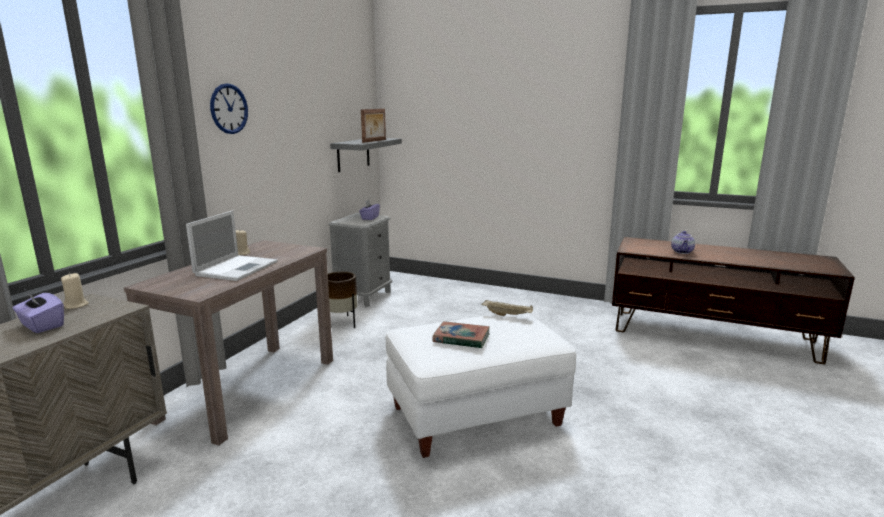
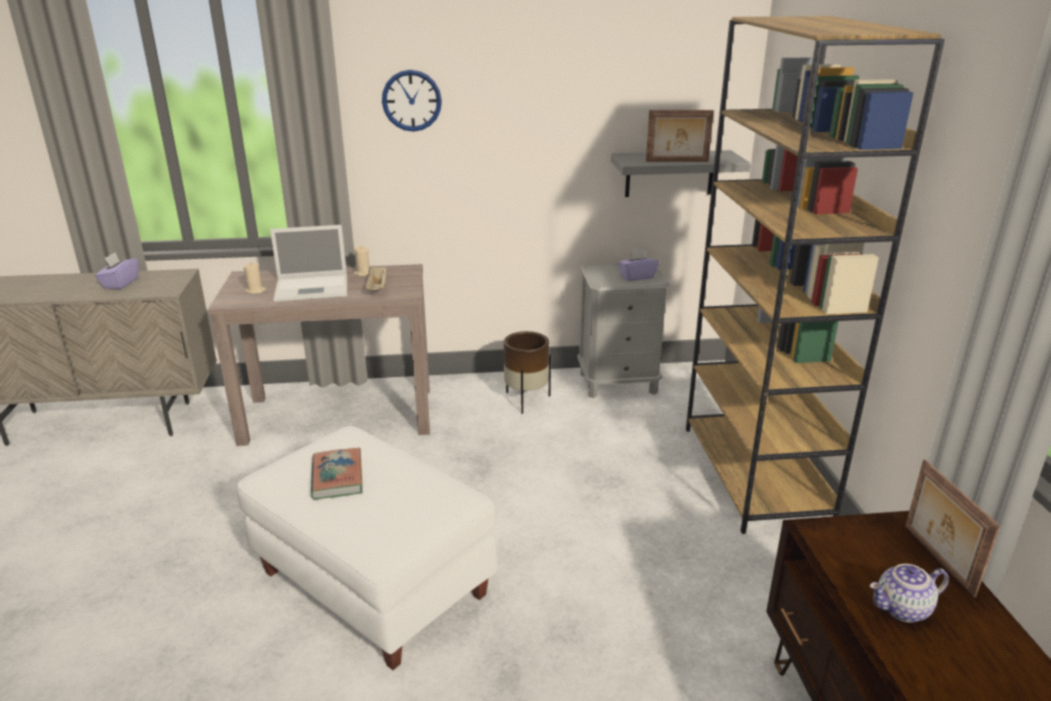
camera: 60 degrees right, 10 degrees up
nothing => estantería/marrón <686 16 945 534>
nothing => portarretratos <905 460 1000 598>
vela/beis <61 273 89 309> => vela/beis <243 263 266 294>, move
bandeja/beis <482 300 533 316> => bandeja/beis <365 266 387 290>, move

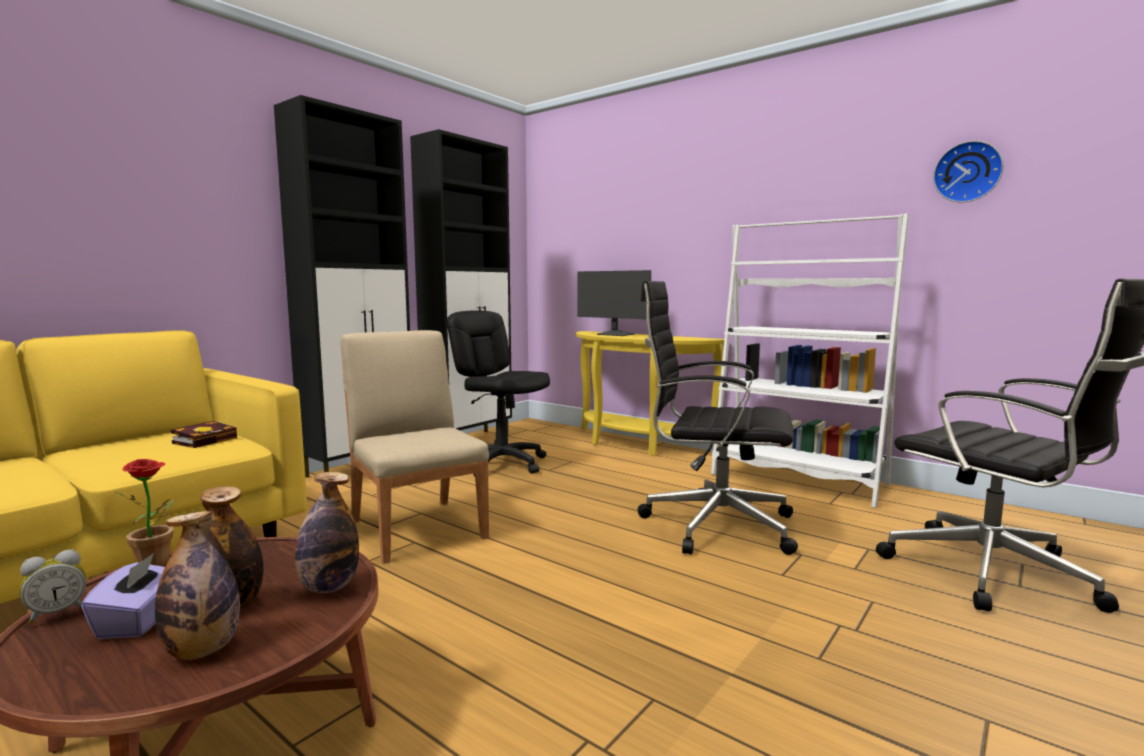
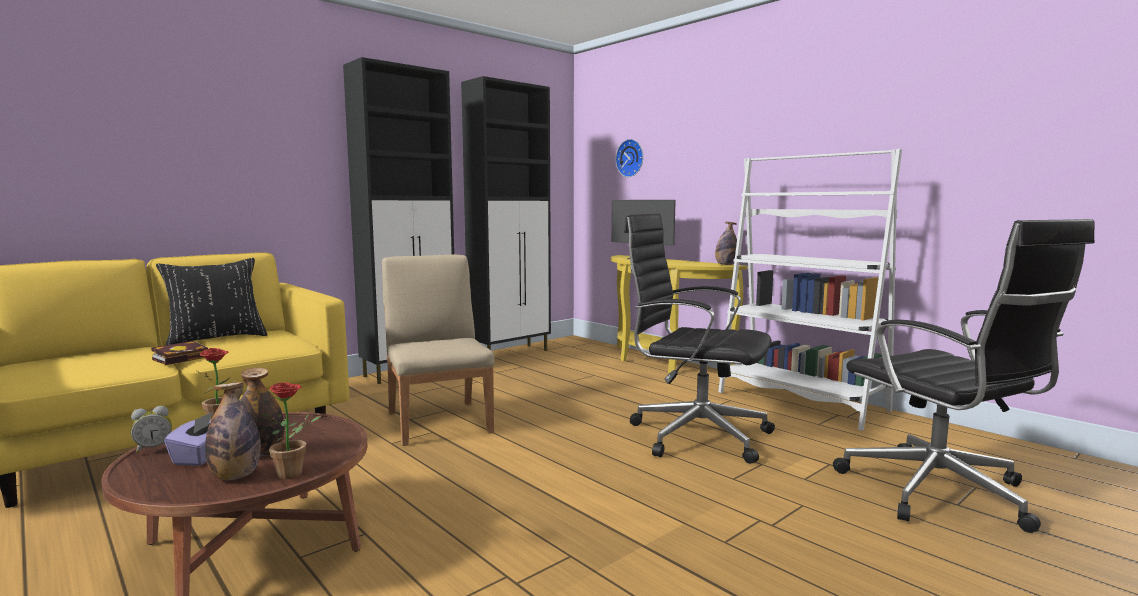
camera: 10 degrees right, 0 degrees up
silla de oficina/negro <447 310 550 477> => nothing
nothing => cojín/negro <156 258 267 345>
nothing => planta en maceta <262 382 322 479>
libro <171 421 237 448> => libro <151 341 208 365>, move
botella <295 472 359 593> => botella <715 222 737 265>, move
reloj de pared <933 141 1004 202> => reloj de pared <616 139 643 177>, move

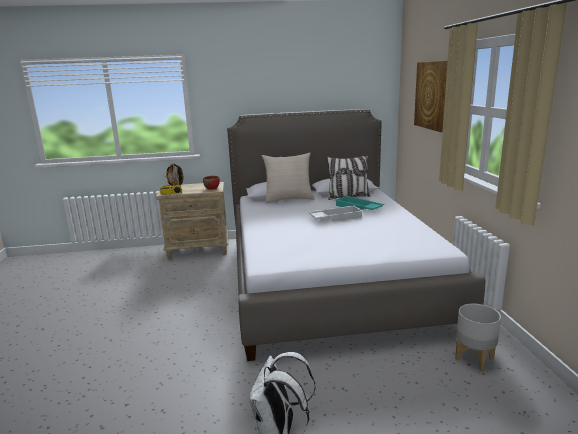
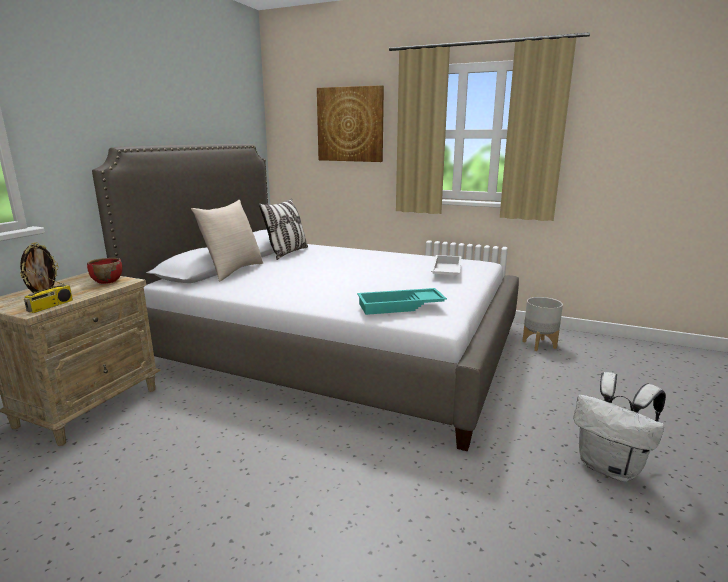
camera: 60 degrees left, 0 degrees up
bandeja/blanco <308 206 364 222> => bandeja/blanco <431 255 461 275>, move
bandeja/turquesa <335 196 385 210> => bandeja/turquesa <357 288 447 315>, move

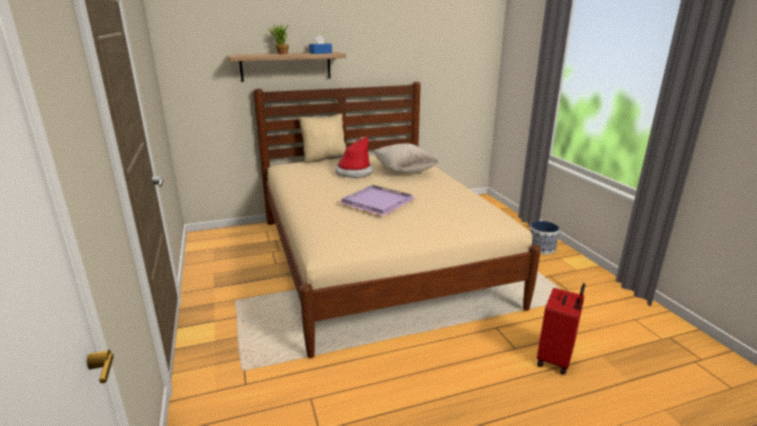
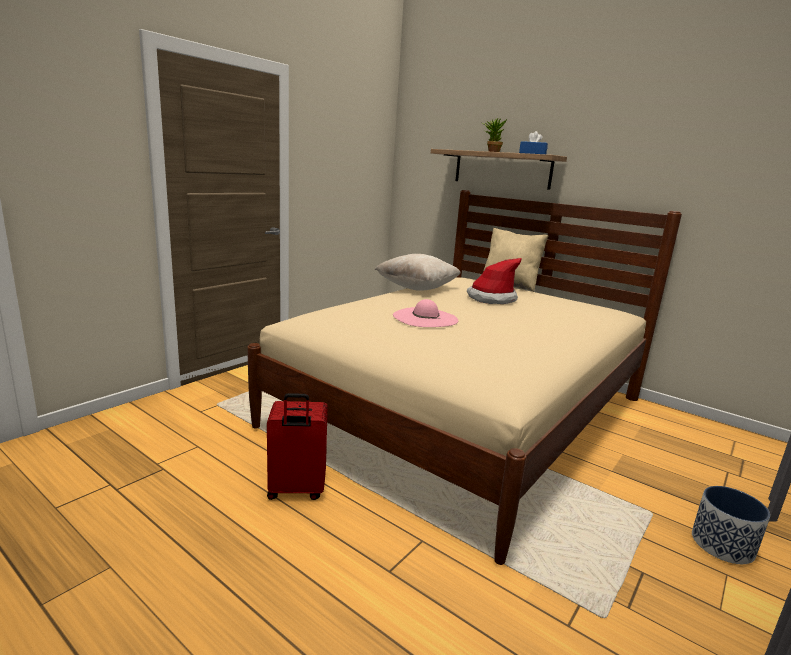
camera: 55 degrees right, 5 degrees down
cojín/beis <373 143 438 174> => cojín/beis <375 254 461 291>, move
maleta/rojo <537 283 586 375> => maleta/rojo <267 393 328 500>, move
bandeja/morado <337 185 416 216> => sombrero/rosa <393 299 458 327>

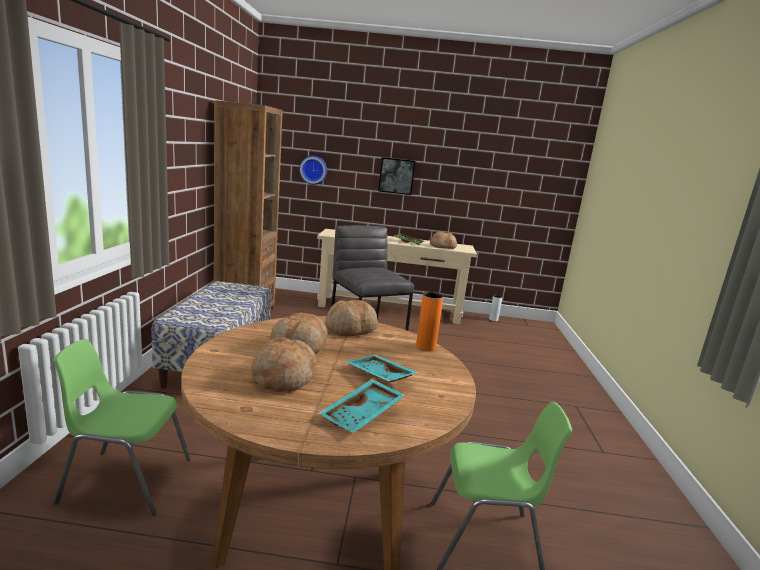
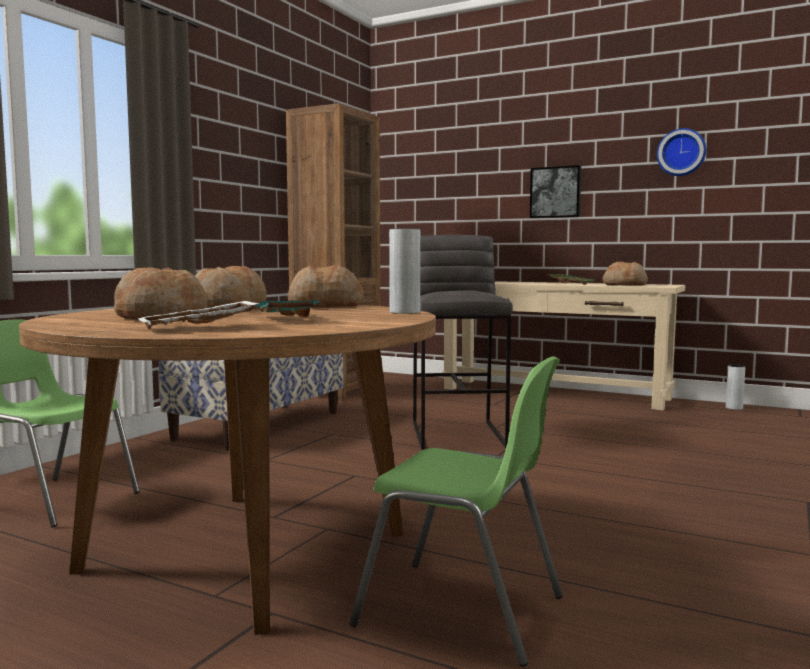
camera: 25 degrees right, 10 degrees down
reloj de pared <299 156 327 185> => reloj de pared <657 128 706 176>, move
bandeja/turquesa <319 379 405 433> => bandeja/blanco <137 301 260 329>
florero/naranja <416 292 443 351> => florero/gris <389 228 420 314>

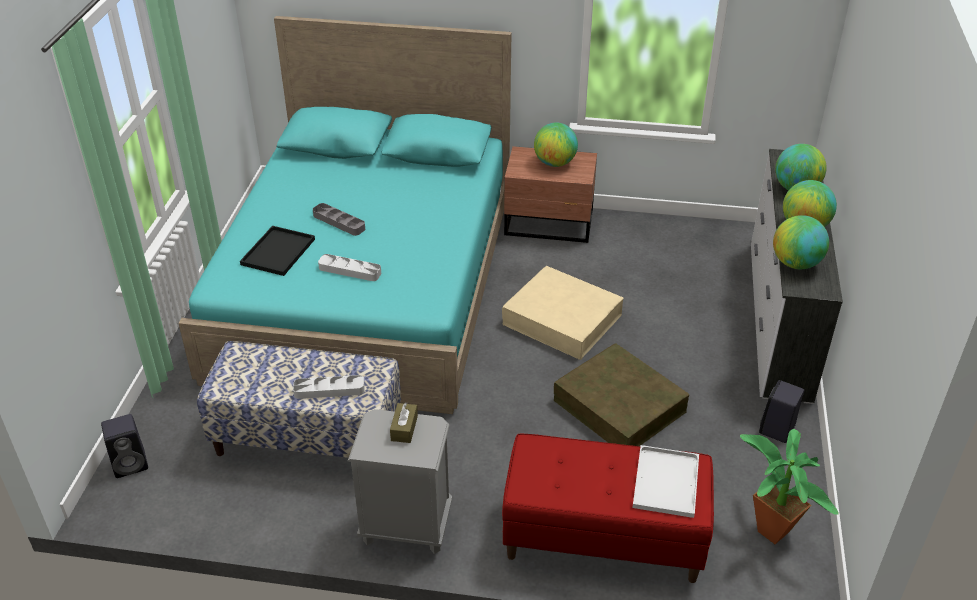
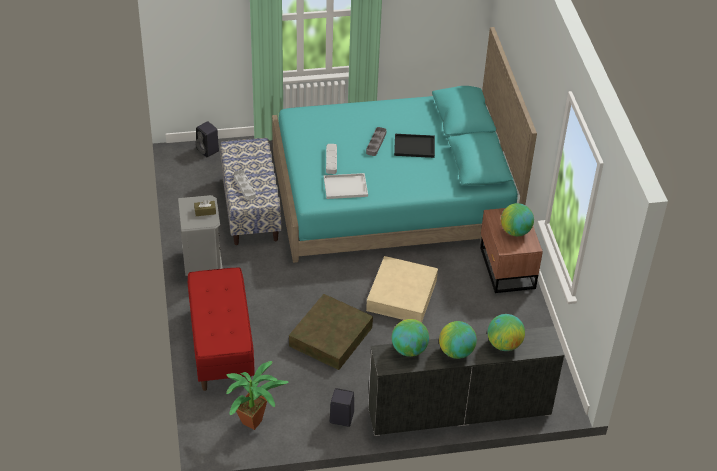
camera: 70 degrees right, 5 degrees up
bandeja/negro <240 226 315 276> => bandeja/negro <394 134 435 158>, move
bandeja/blanco <632 445 699 518> => bandeja/blanco <324 173 368 199>, move

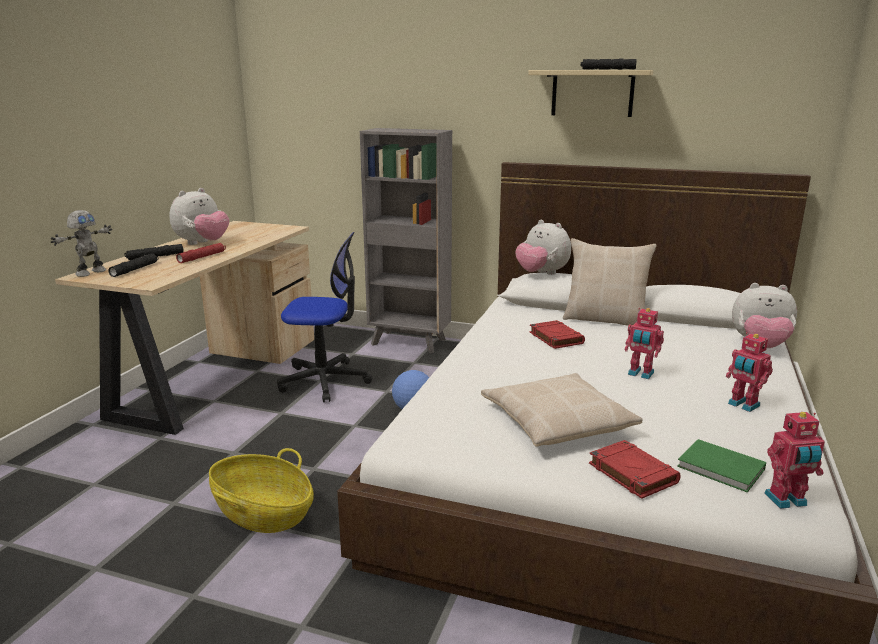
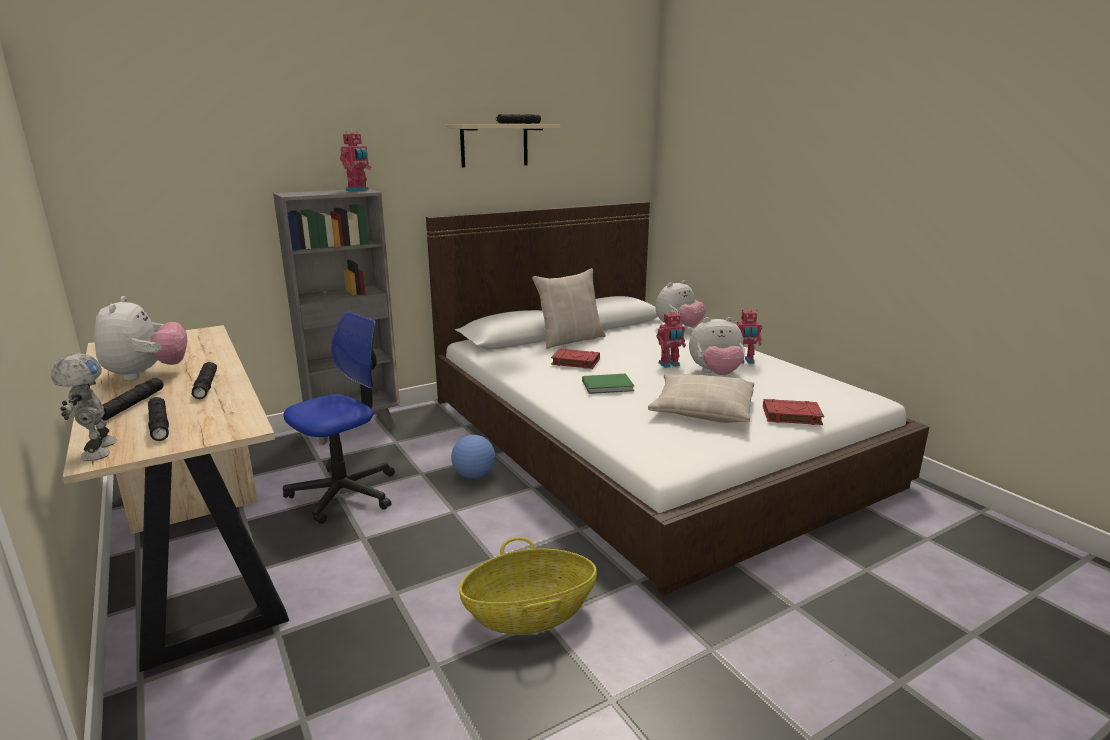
camera: 50 degrees left, 0 degrees up
peluche <516 220 571 275> => peluche <689 317 745 375>, move
libro/verde <677 439 766 492> => libro/verde <582 374 634 394>, move
robot de juguete <764 412 825 509> => robot de juguete <340 130 371 192>, move
linterna/rojo <176 243 226 263> => linterna/negro <192 362 217 399>

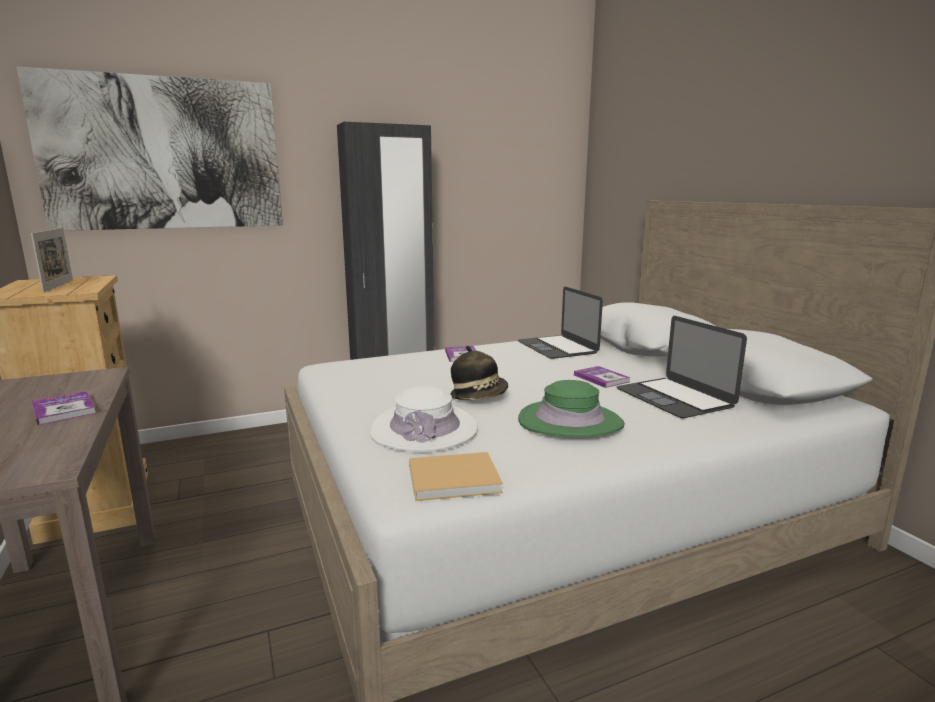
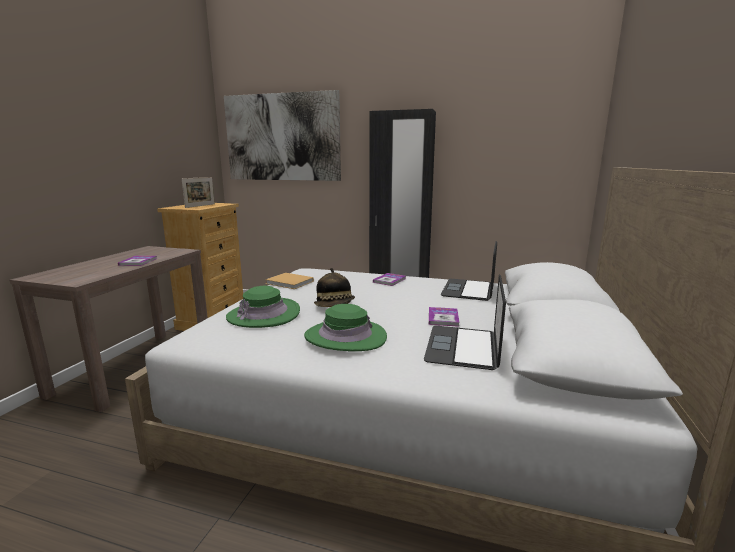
camera: 40 degrees right, 0 degrees up
libro/beis <409 452 503 501> => libro/beis <265 273 314 289>, move
sombrero/blanco <370 386 478 452> => sombrero/verde <226 286 300 328>

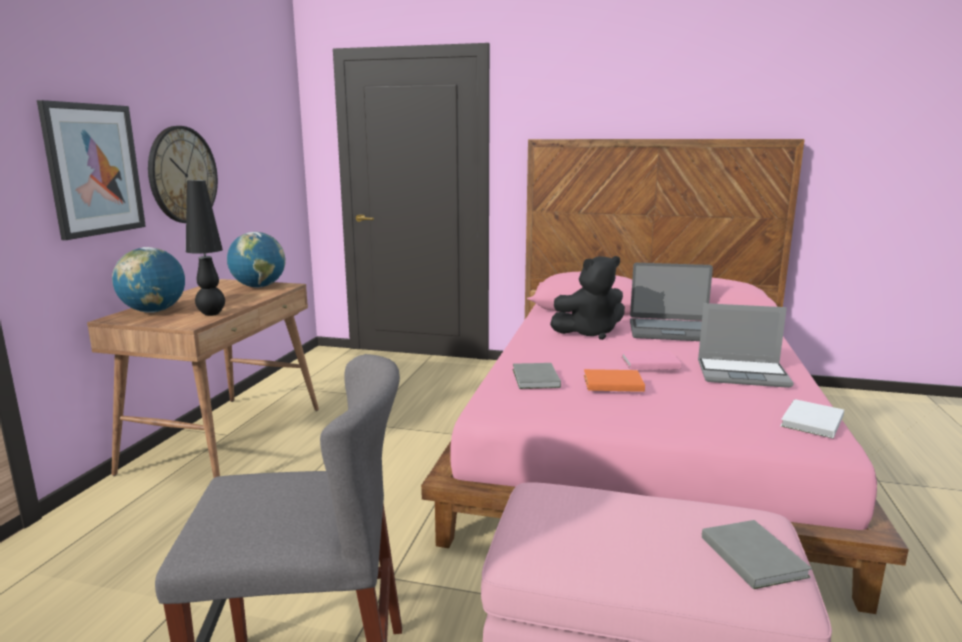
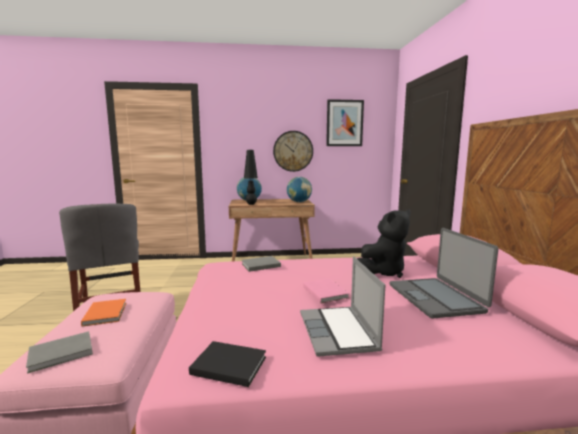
camera: 70 degrees right, 5 degrees down
cuadro <37 100 146 240> => cuadro <326 99 364 146>, move
libro/naranja <584 369 645 392> => libro/naranja <81 299 126 327>, move
libro/blanco <780 399 844 439> => libro/negro <189 341 266 387>
peluche/negro <550 256 625 340> => peluche/negro <357 209 410 278>, 90 degrees counterclockwise

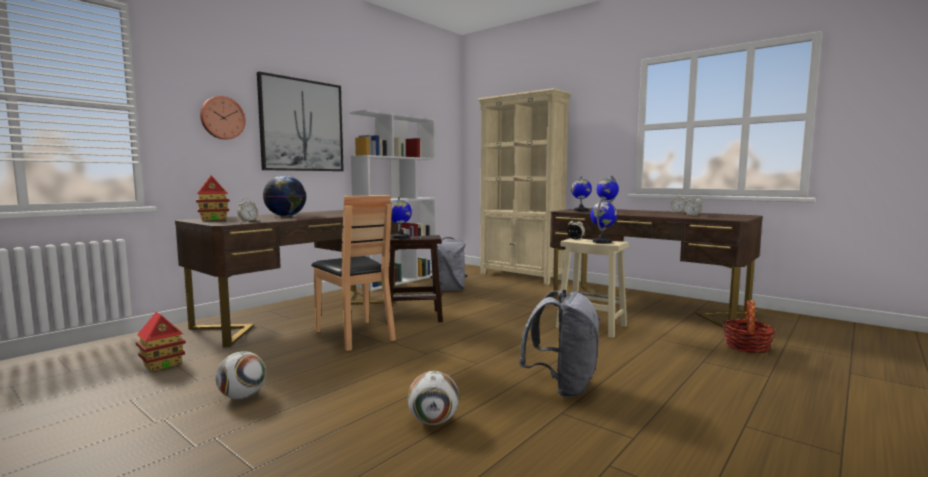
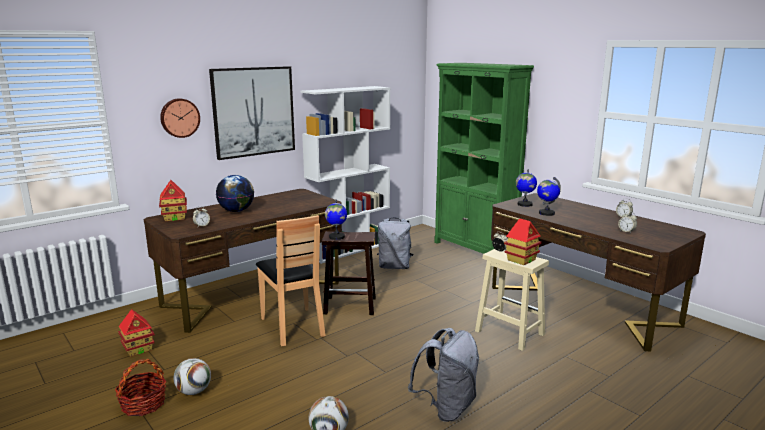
camera: 10 degrees right, 10 degrees up
cesta <723 300 775 353> => cesta <115 359 166 416>, move
globo terráqueo <590 198 617 243> => casita <504 219 542 265>
estantería/beis <478 88 571 285> => estantería/verde <434 63 534 254>

